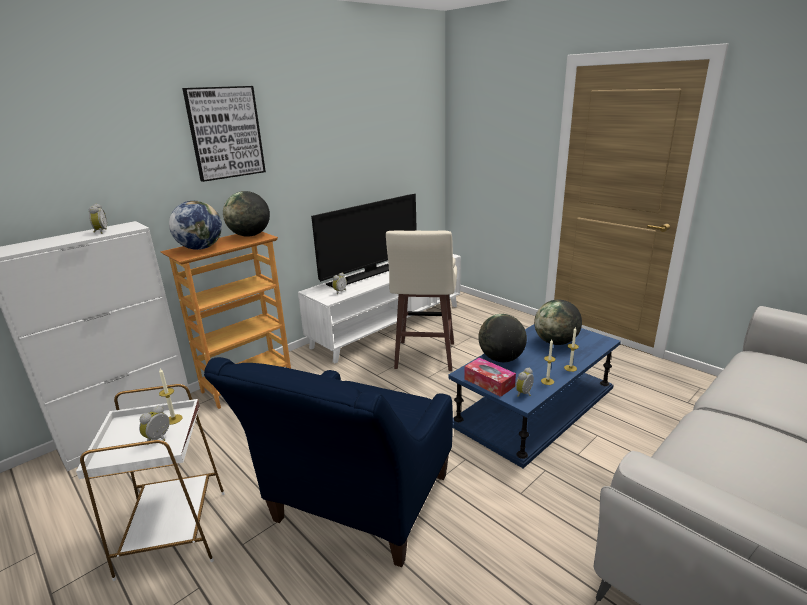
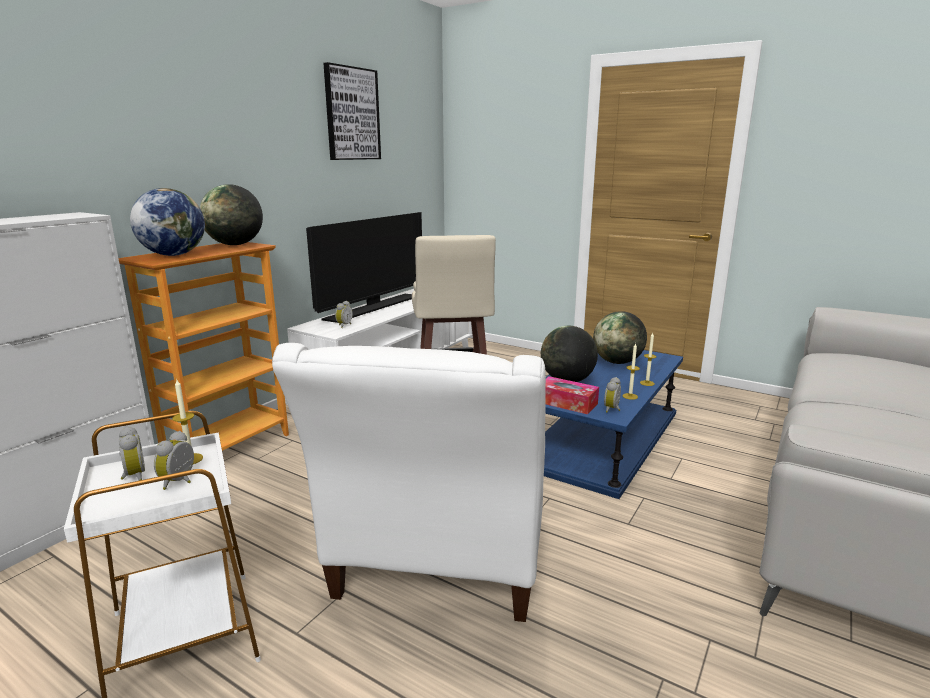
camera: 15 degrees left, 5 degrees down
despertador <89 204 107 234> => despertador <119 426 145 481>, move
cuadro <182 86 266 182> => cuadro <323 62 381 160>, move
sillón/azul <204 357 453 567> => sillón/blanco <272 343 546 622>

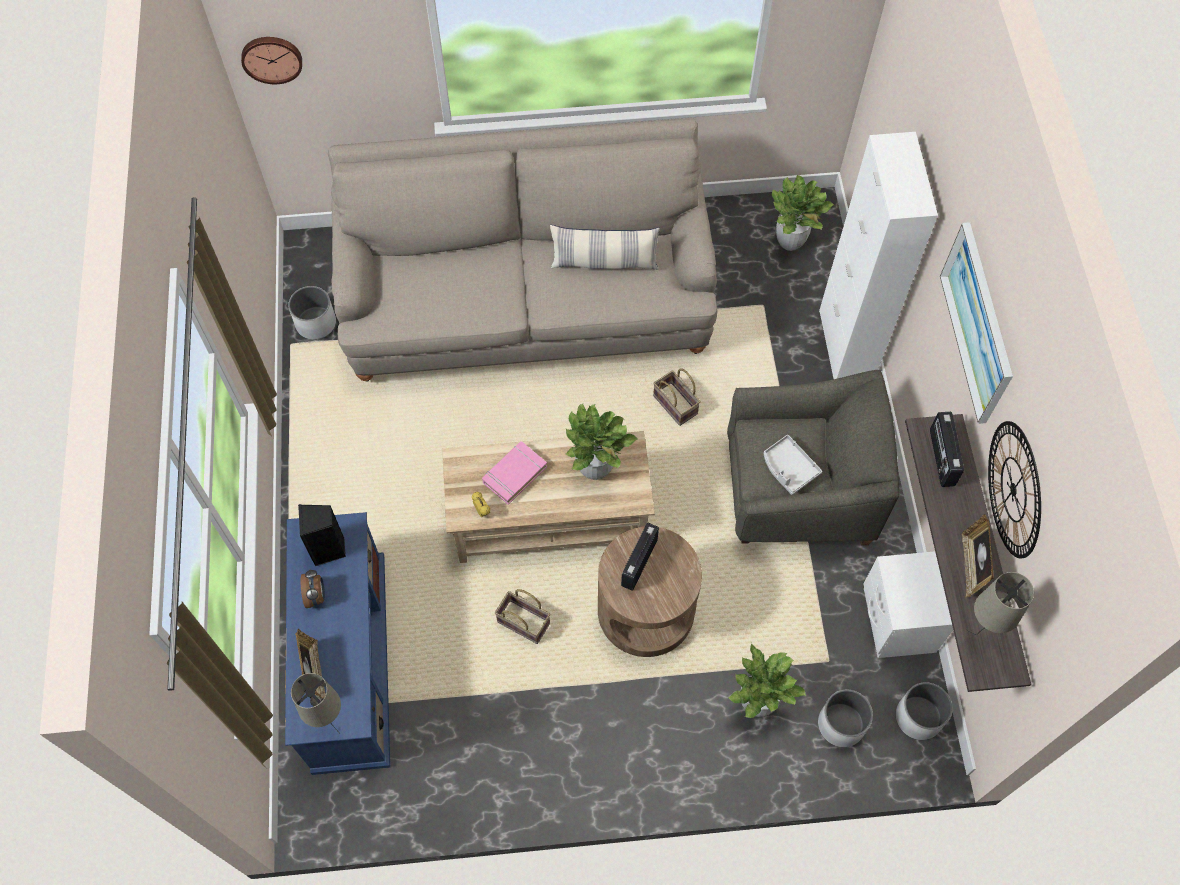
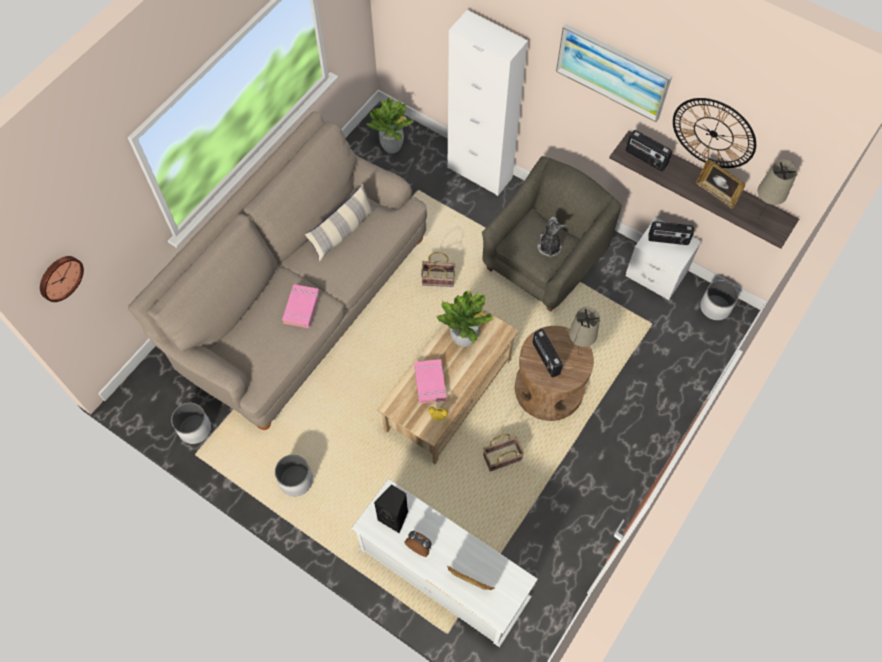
camera: 50 degrees left, 0 degrees up
planta en maceta <728 643 806 718> => nothing
nothing => libro/rosa <282 284 319 328>
nothing => radio <648 221 694 245>
lámpara de mesa/beis <291 673 341 734> => lámpara de mesa/beis <569 307 600 356>, move
maceta/blanco <818 690 873 747> => maceta/blanco <275 454 313 496>, move
bandeja/gris <764 435 822 495> => peluche <537 217 566 258>
mueble de televisión/azul <285 512 390 775> => mueble de televisión/blanco <352 479 538 647>

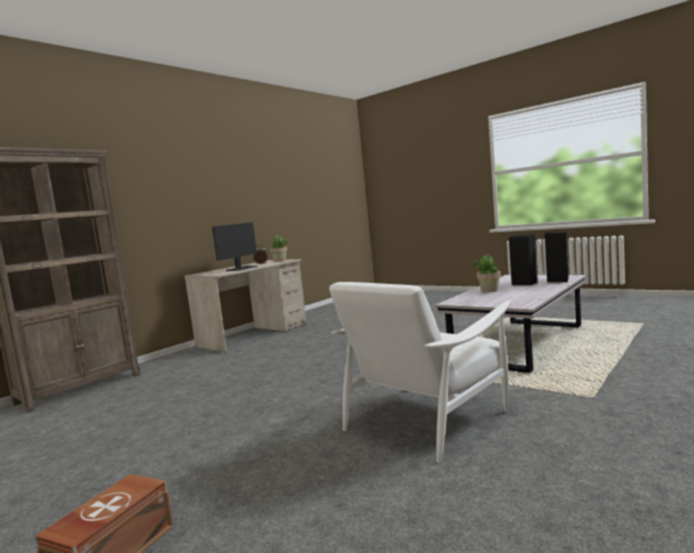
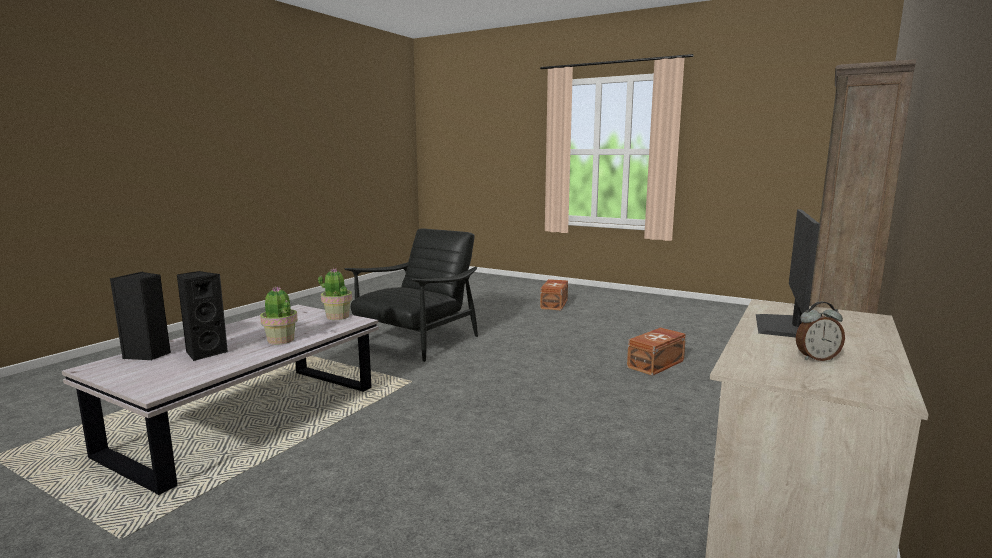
camera: 170 degrees right, 5 degrees up
nothing => caja de almacenaje/marrón <627 327 686 376>
planta en maceta <270 234 287 262> => planta en maceta <318 268 352 320>, move
sillón/blanco <329 282 510 463> => sillón/negro <344 229 478 362>

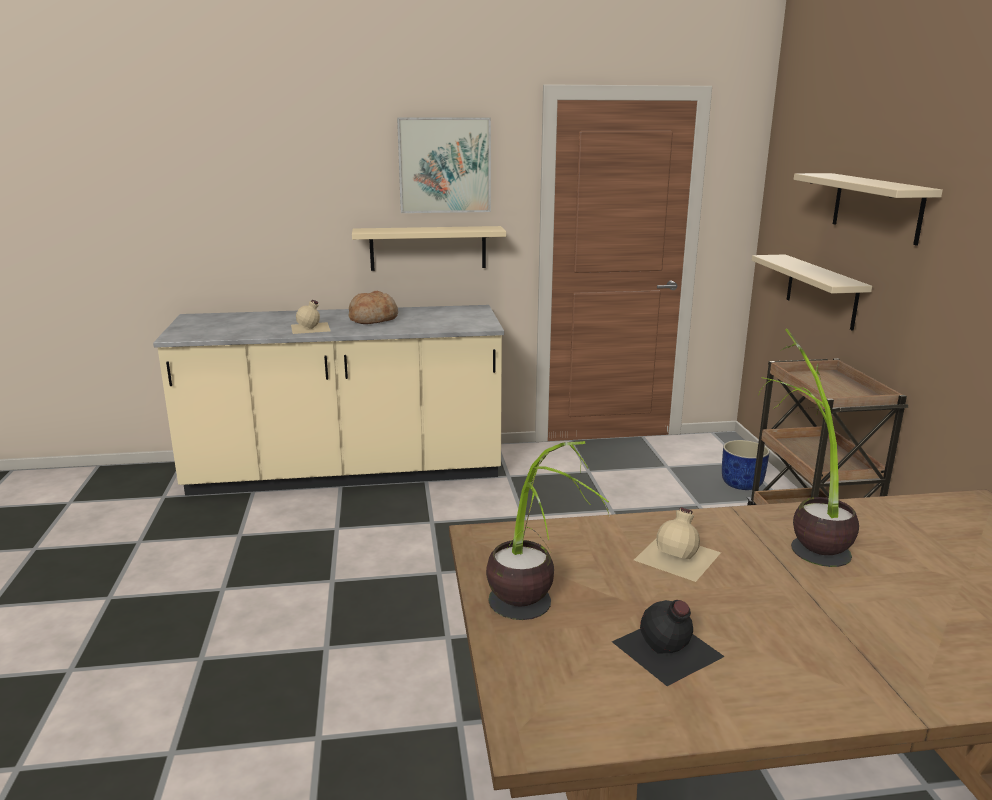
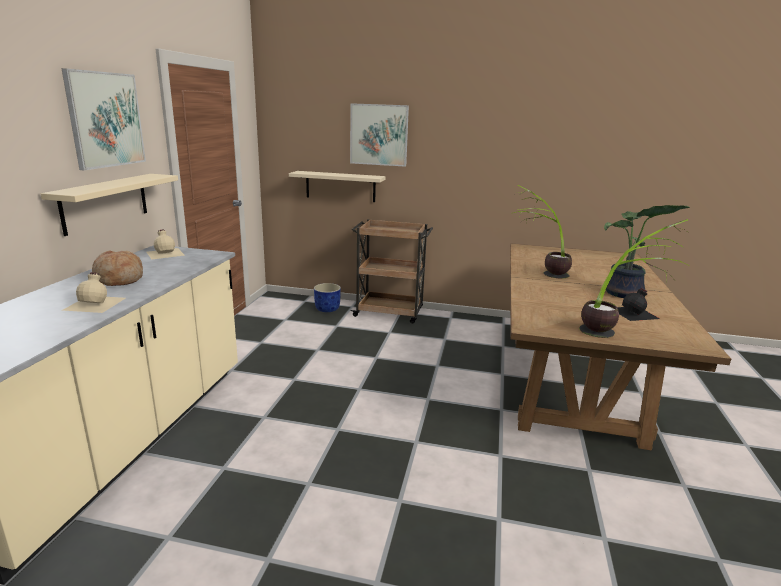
camera: 70 degrees left, 0 degrees up
nothing => planta en maceta <604 205 690 298>
botella/beis <634 507 721 582> => botella/beis <146 230 185 259>, move
estante/beis <794 173 943 245> => cuadro <350 103 409 167>

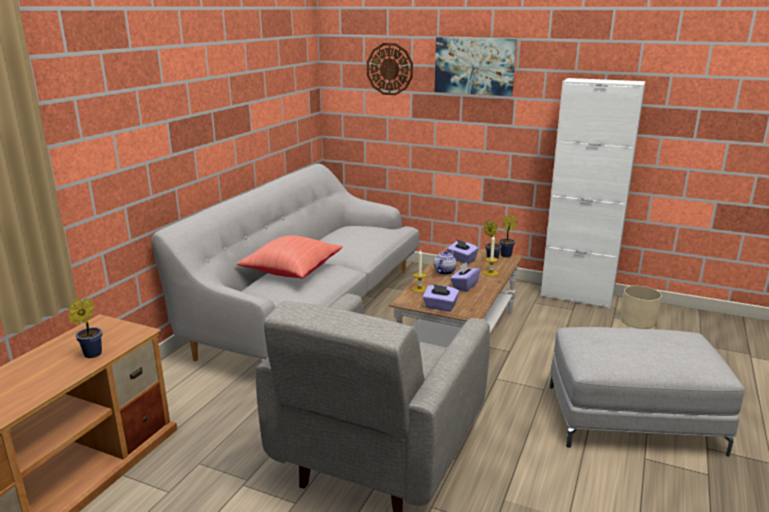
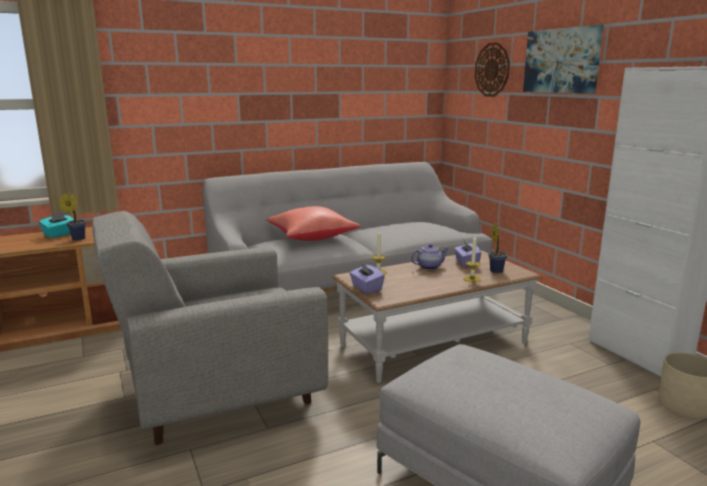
camera: 40 degrees right, 5 degrees down
caja de pañuelos/morado <451 262 480 292> => nothing
planta en maceta <499 214 517 257> => nothing
nothing => caja de pañuelos/turquesa <39 212 74 238>

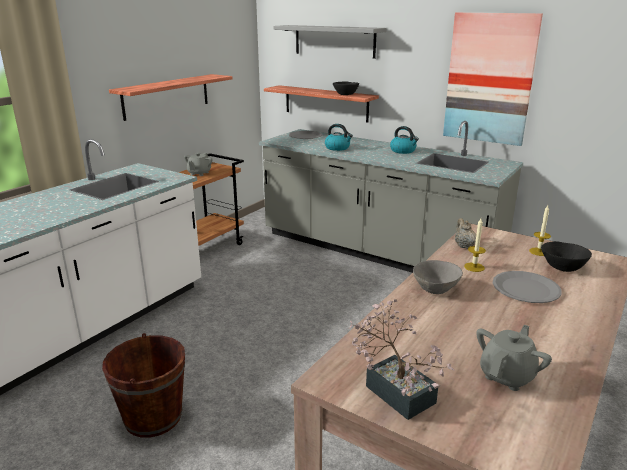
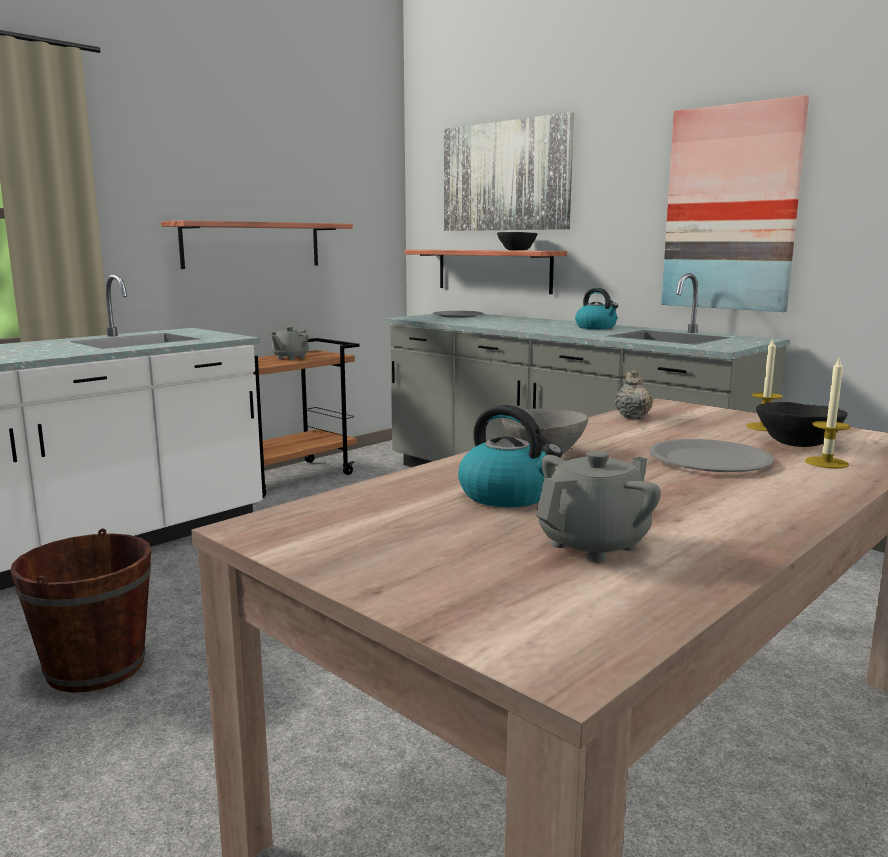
camera: 10 degrees right, 10 degrees down
planta en maceta <349 299 454 420> => nothing
hervidor <325 124 353 151> => hervidor <458 405 563 507>, move
vela <464 218 486 272> => vela <805 356 850 469>, move
estante/gris <274 25 387 59> => cuadro <444 112 574 231>

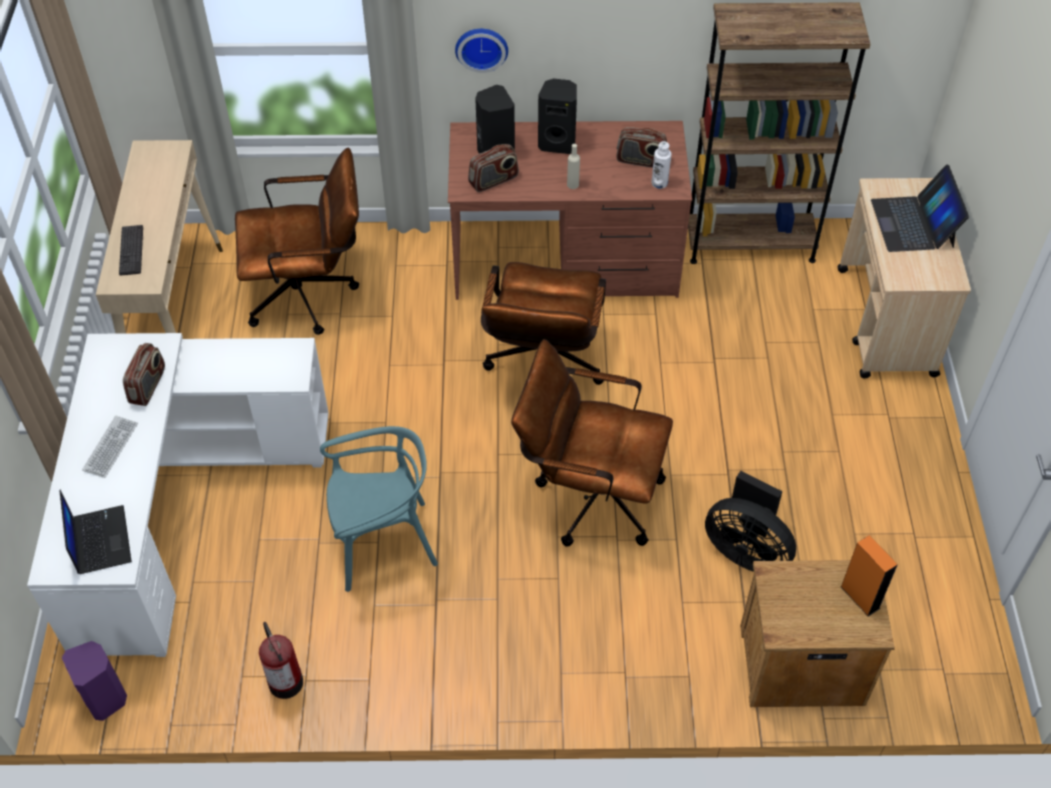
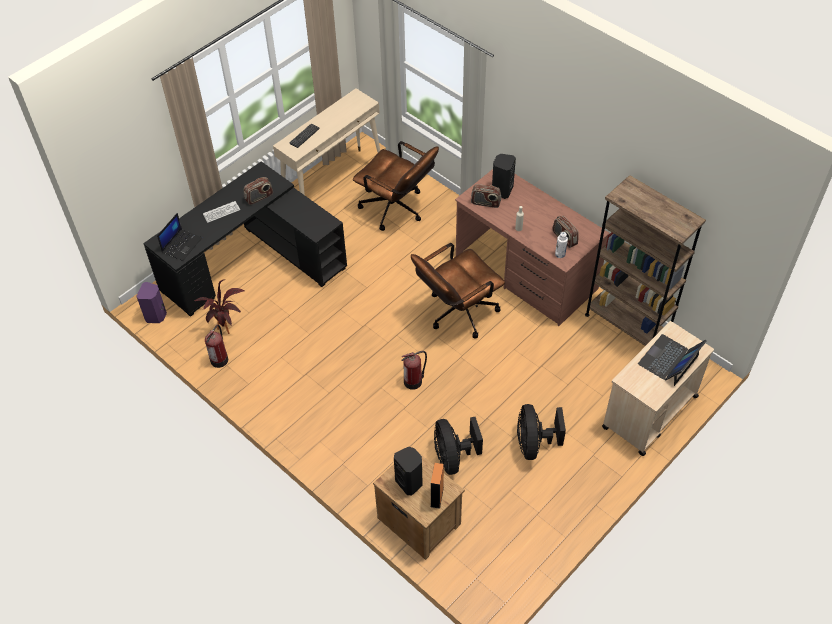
camera: 45 degrees right, 0 degrees up
silla/turquesa <320 426 438 592> => nothing
reloj de pared <455 29 508 73> => nothing
nothing => planta en maceta <194 280 244 334>
nothing => ventilador/negro <517 404 566 460>
altavoz/negro <538 78 577 154> => altavoz/negro <394 447 423 495>, move
silla de oficina/marrón <511 339 673 547> => extintor <402 351 427 390>
escritorio/blanco <27 333 329 657> => escritorio/negro <143 161 347 317>

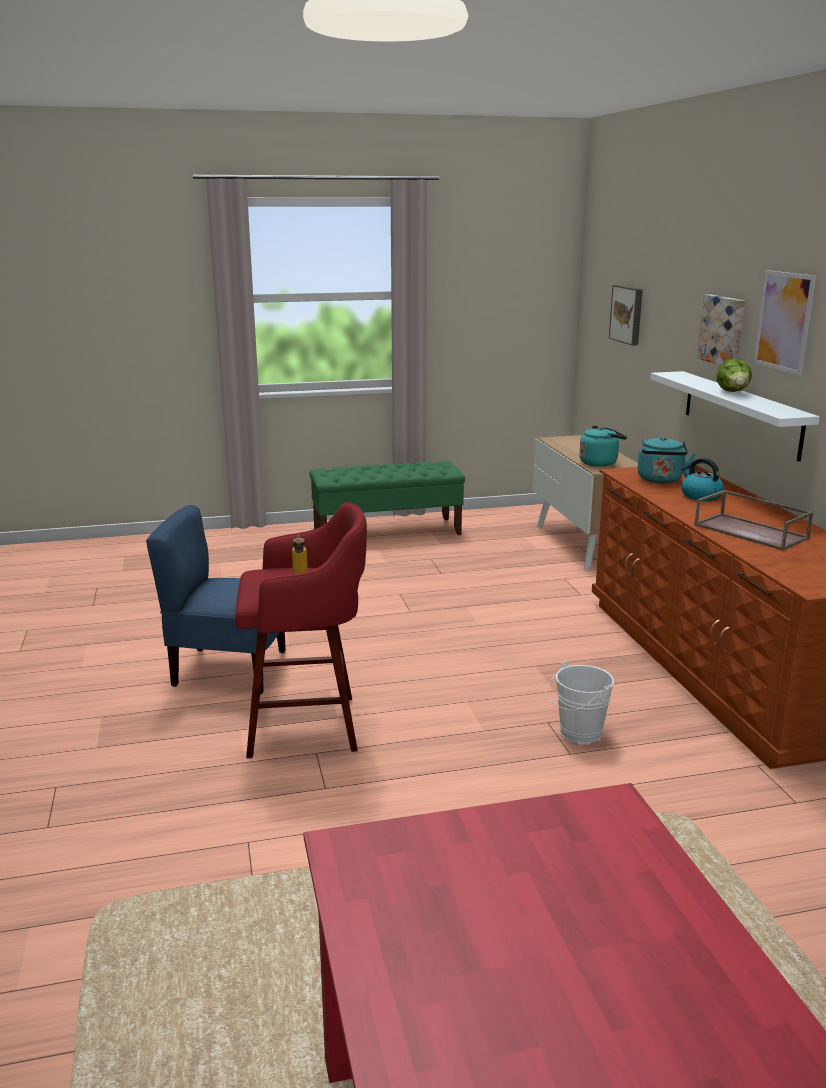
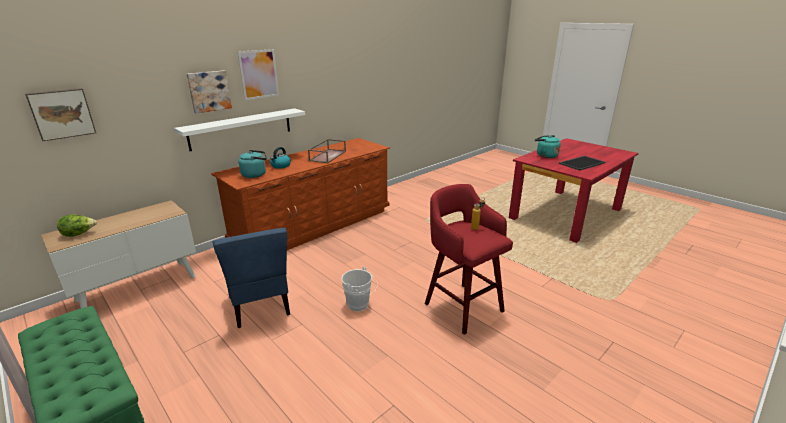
camera: 120 degrees left, 5 degrees up
nothing => bandeja <559 156 605 171>
silla/azul <146 505 286 695> => silla/azul <212 228 290 328>, move
cubo/blanco <545 661 614 744> => cubo/blanco <341 267 378 311>, move
hervidor/turquesa <579 426 627 467> => hervidor/turquesa <535 135 561 158>, move
lechuga <716 358 752 392> => lechuga <57 214 97 237>, move

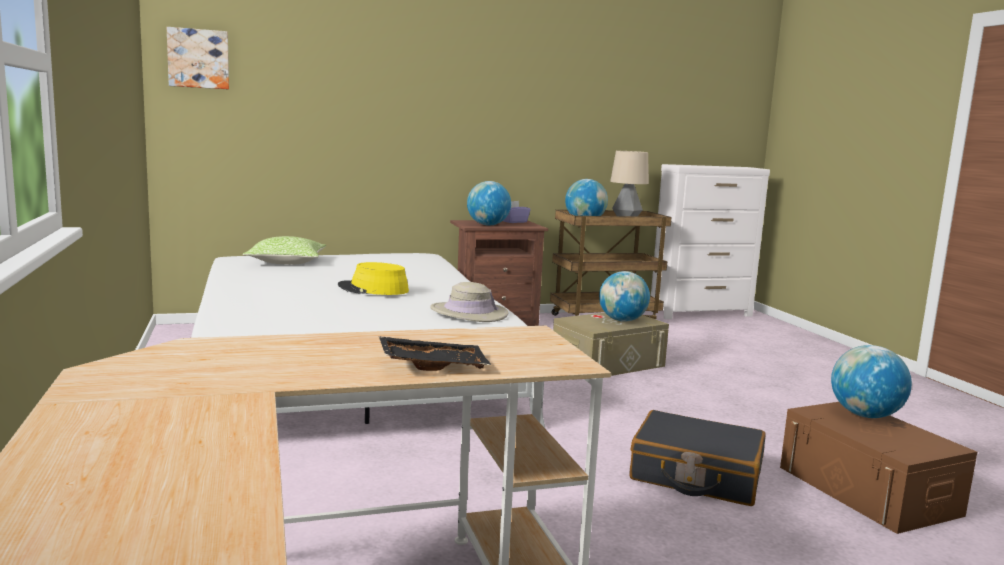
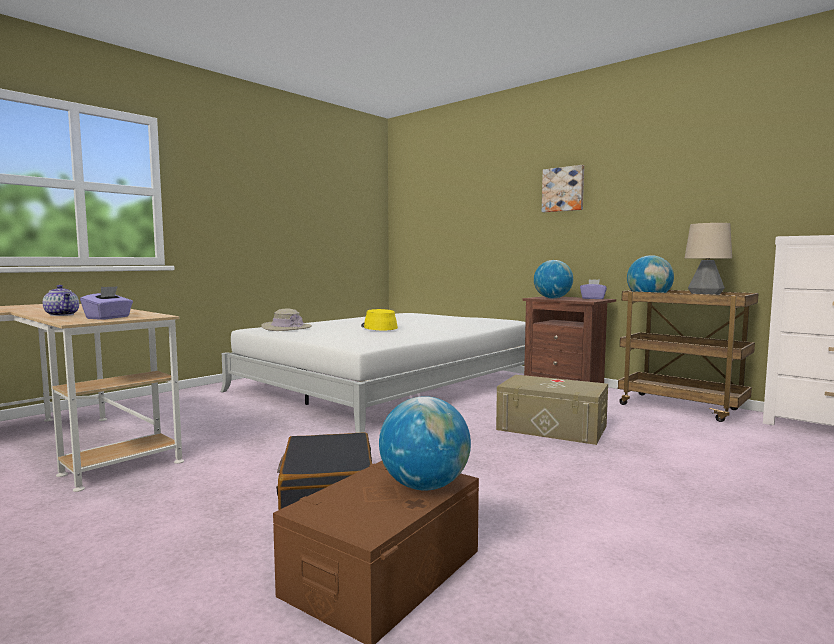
camera: 60 degrees right, 5 degrees down
cojín <243 236 326 265> => nothing
globo terráqueo <599 271 650 322> => nothing
nothing => caja de pañuelos/morado <80 286 133 320>
cuadro <167 27 229 89> => cuadro <542 165 584 212>, move
sombrero/beis <430 282 508 322> => sombrero/beis <261 309 312 331>, move
bandeja/negro <379 336 491 371> => tetera <43 285 79 316>

